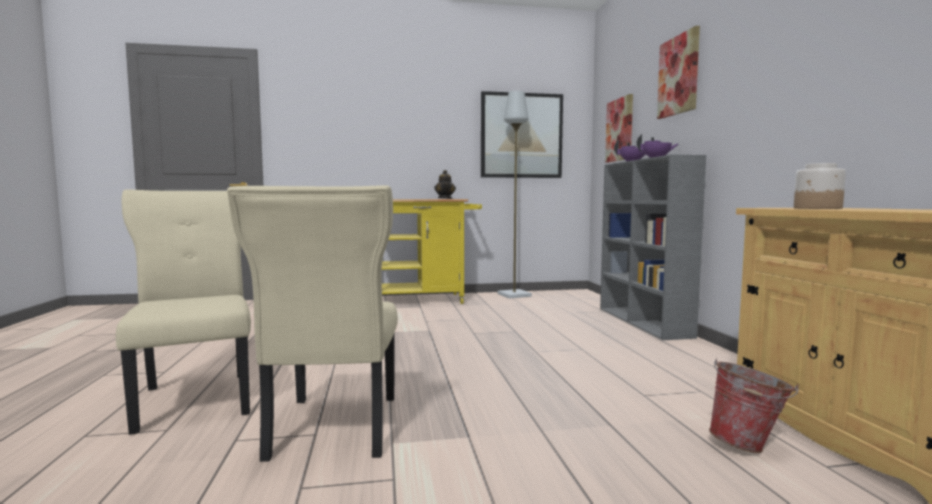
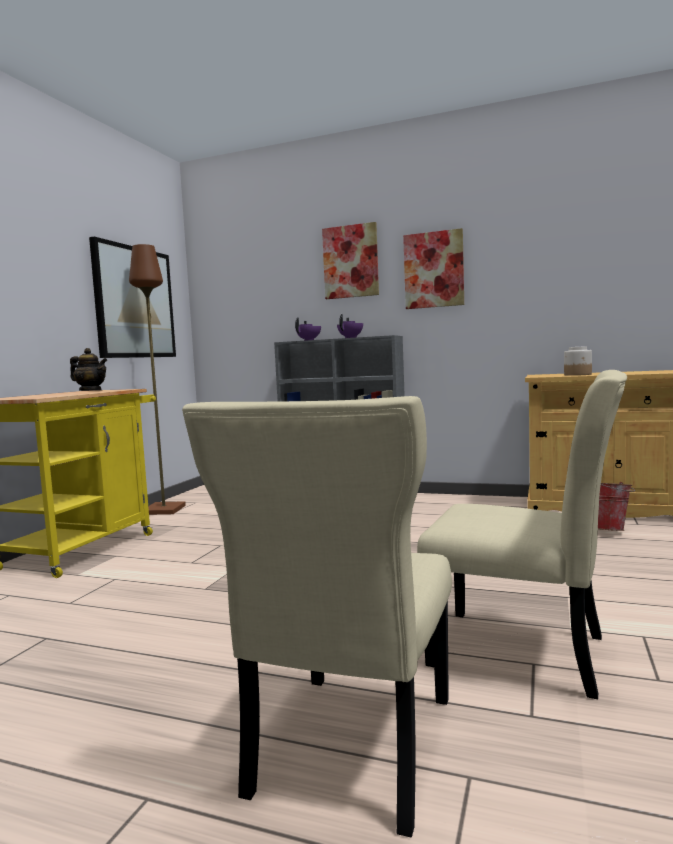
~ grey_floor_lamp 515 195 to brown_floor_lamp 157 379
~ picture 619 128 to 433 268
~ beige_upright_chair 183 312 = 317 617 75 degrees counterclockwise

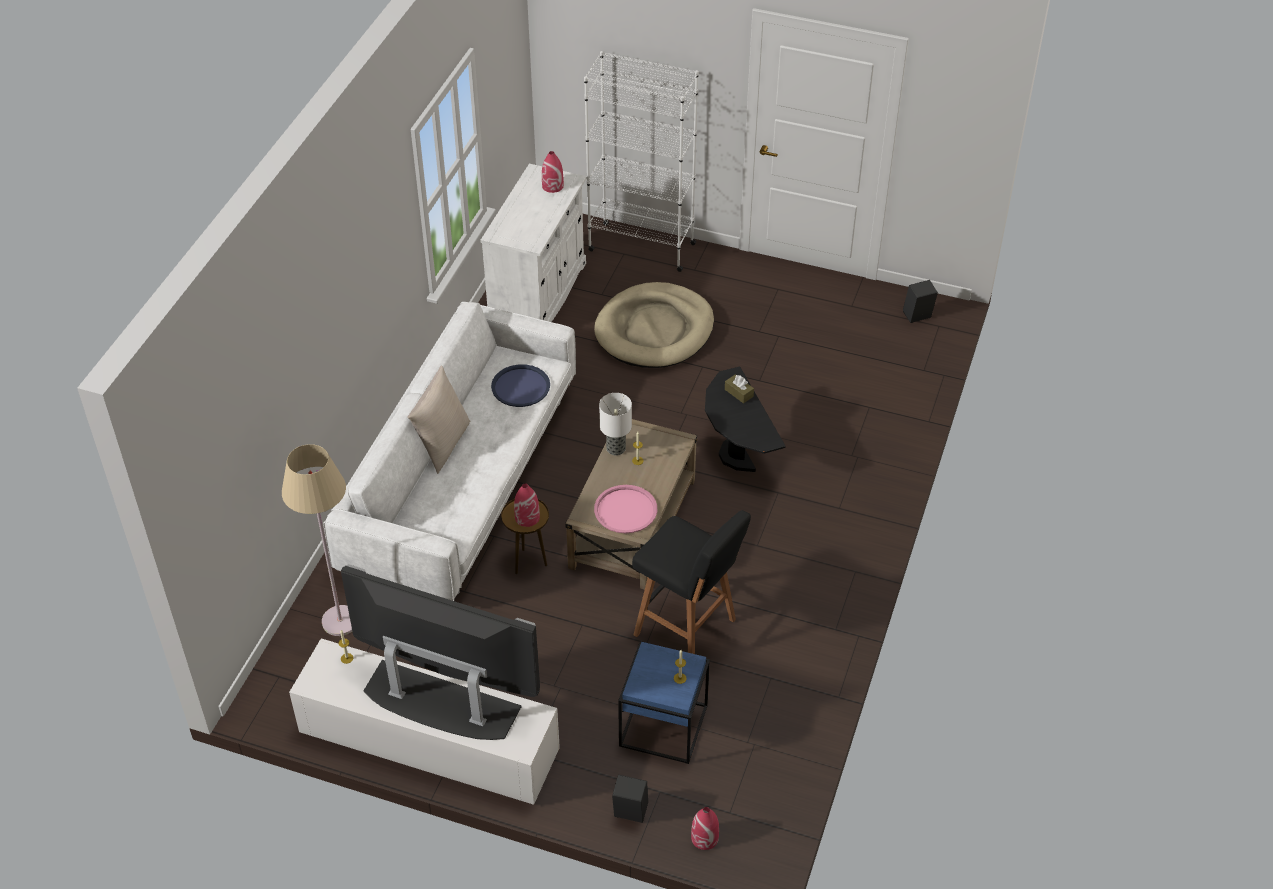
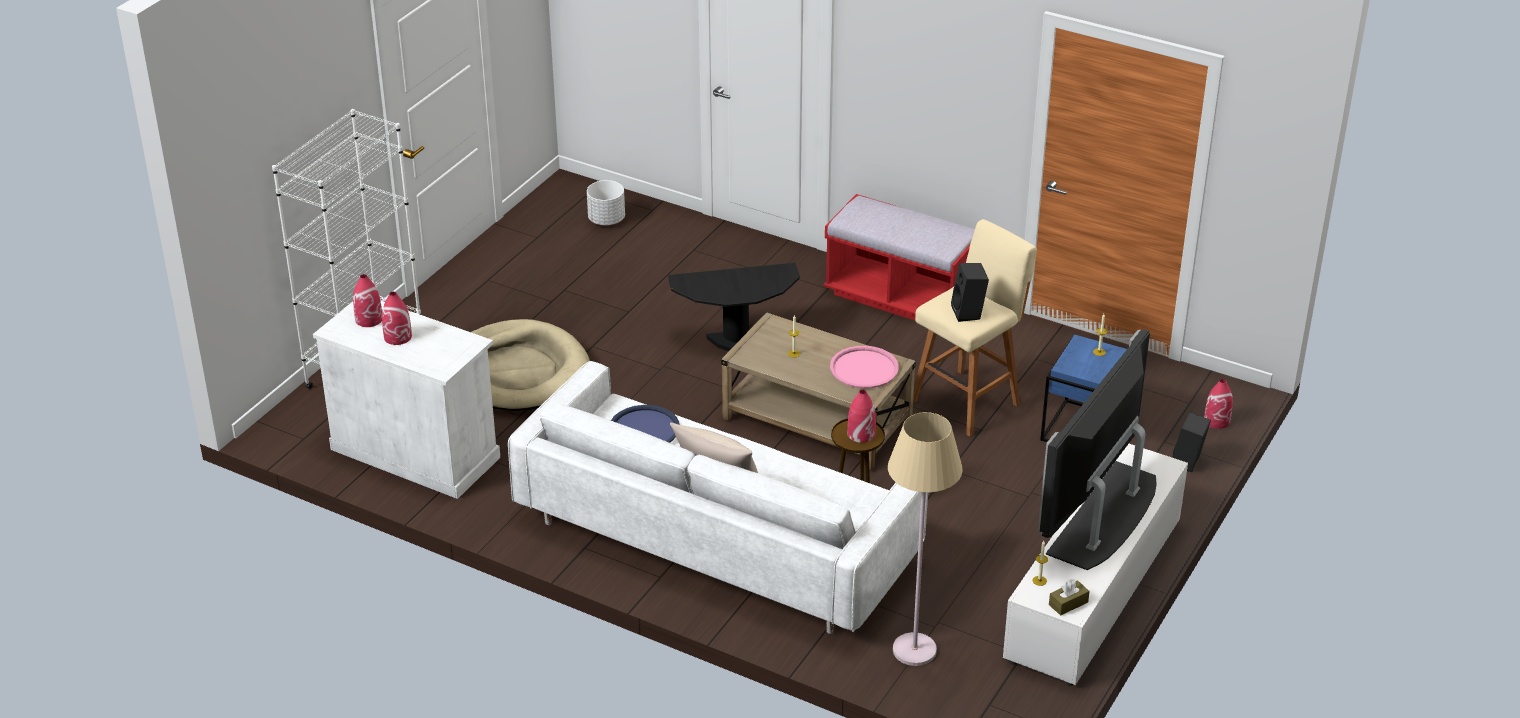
~ blackish_speaker 920 301 to 970 292
~ brown_tissue_box 739 389 to 1069 597
- table_lamp 615 424
~ blackish_stool_seat 691 582 to beige_stool_seat 975 328
+ white-coloured_plant_pot 606 202
+ reddish_bench 899 257
+ reddish_vase 397 318

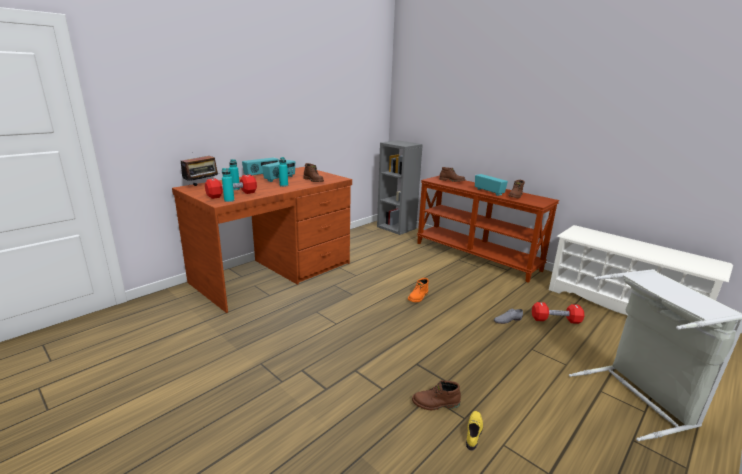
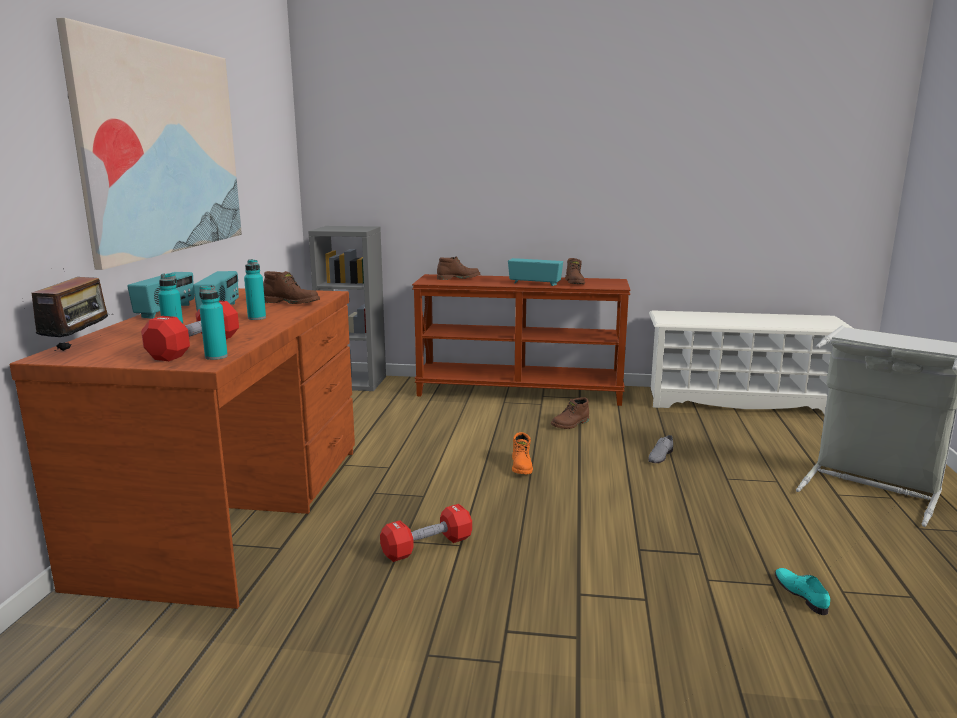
~ reddish_free_weight 558 313 to 426 533
~ brown_high-top_boot 436 395 to 570 413
~ yellow_shoe 474 431 to turquoise_shoe 802 591
+ picture 149 144

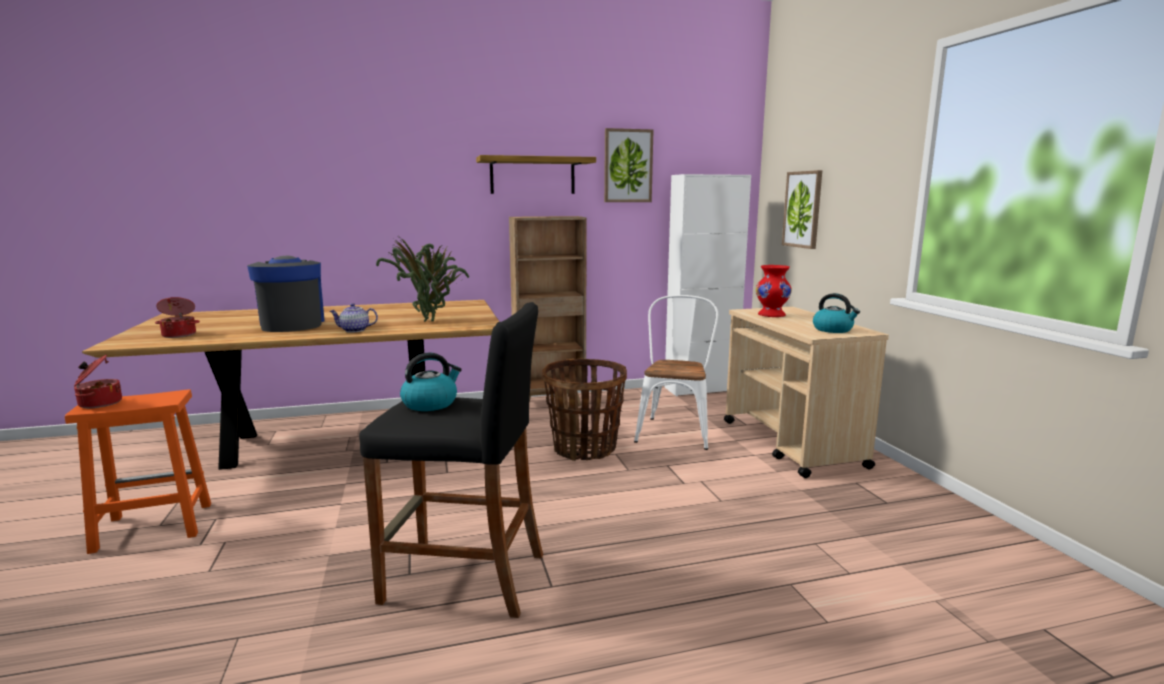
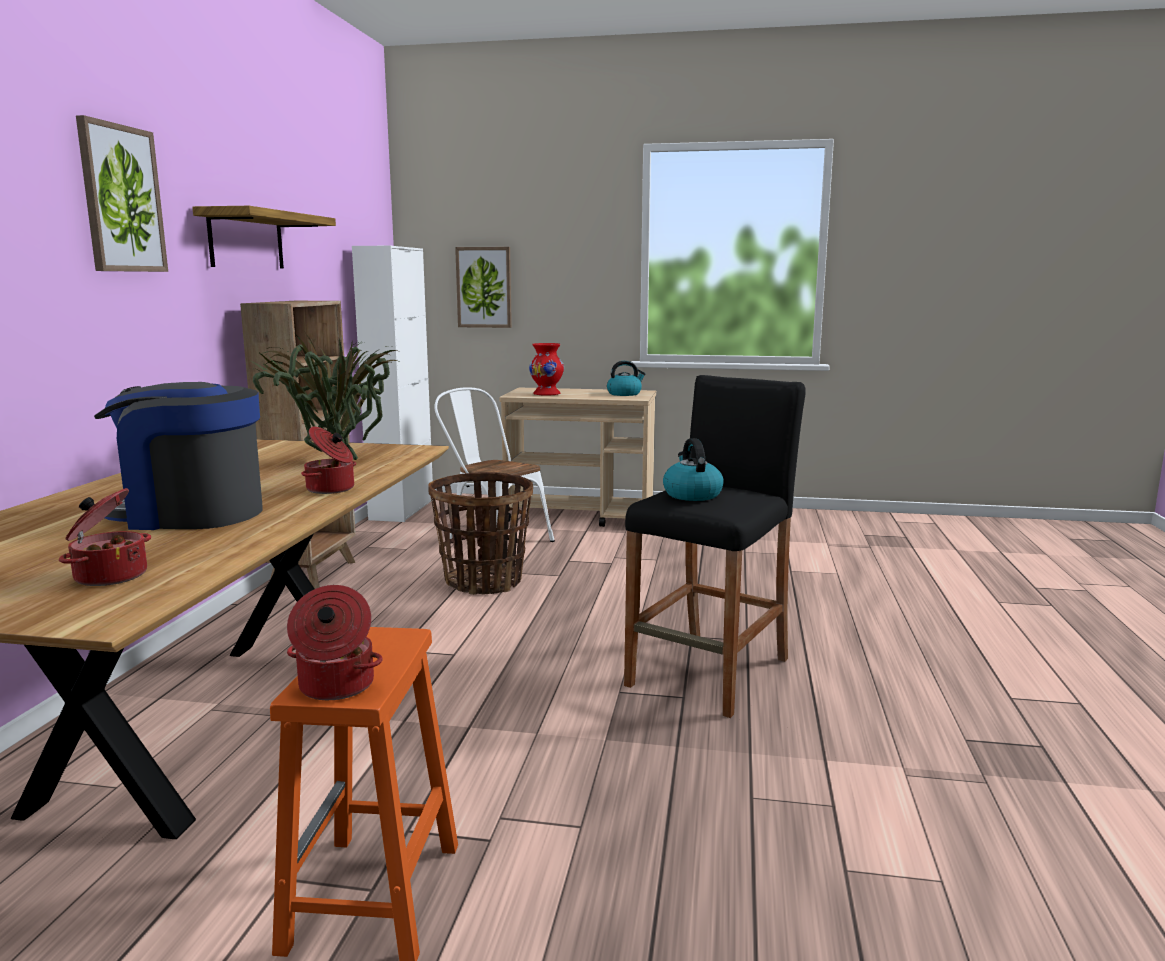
~ picture 628 165 to 122 193
~ pot_for_tea 354 318 to stockpot 328 460

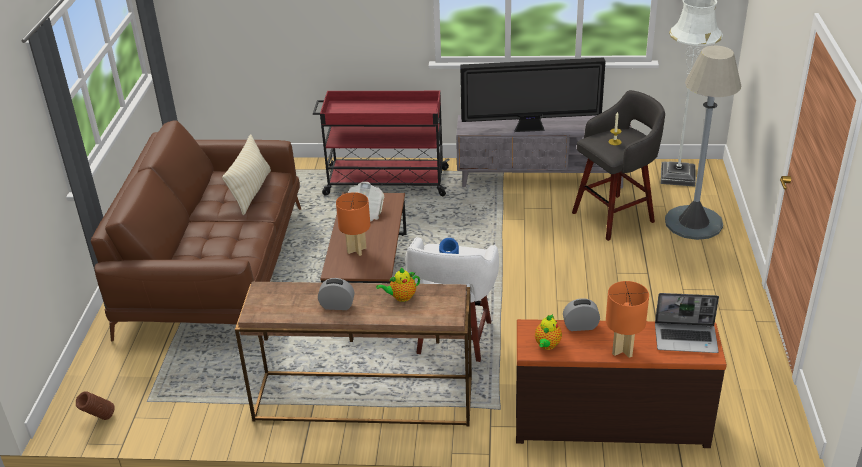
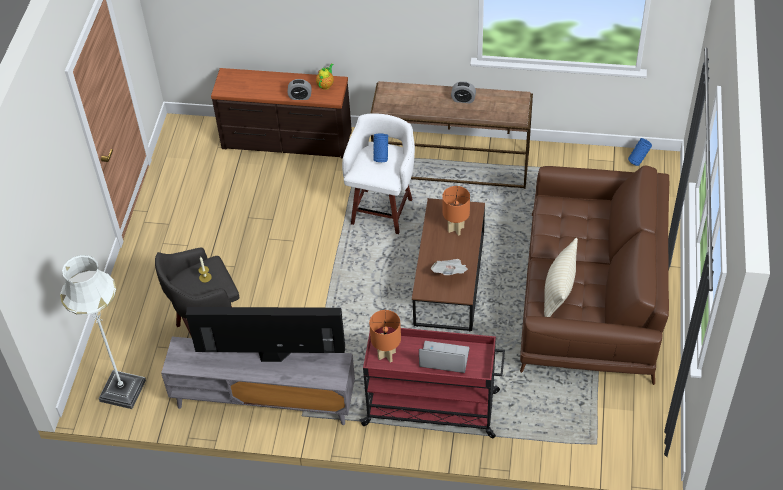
- grey_floor_lamp 703 143
- pot_for_tea 398 285
~ orange_table_lamp 627 319 to 385 336
~ laptop 687 323 to 444 357
~ brown_vase 95 405 to blue-coloured_vase 640 152

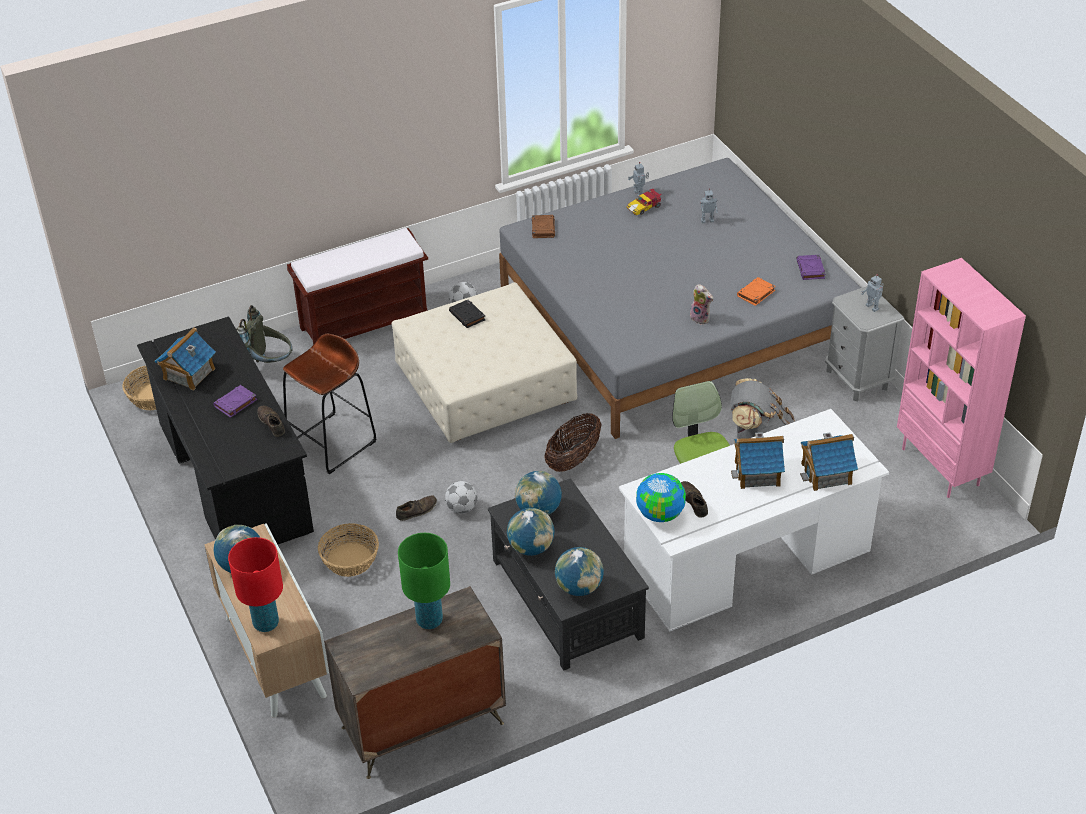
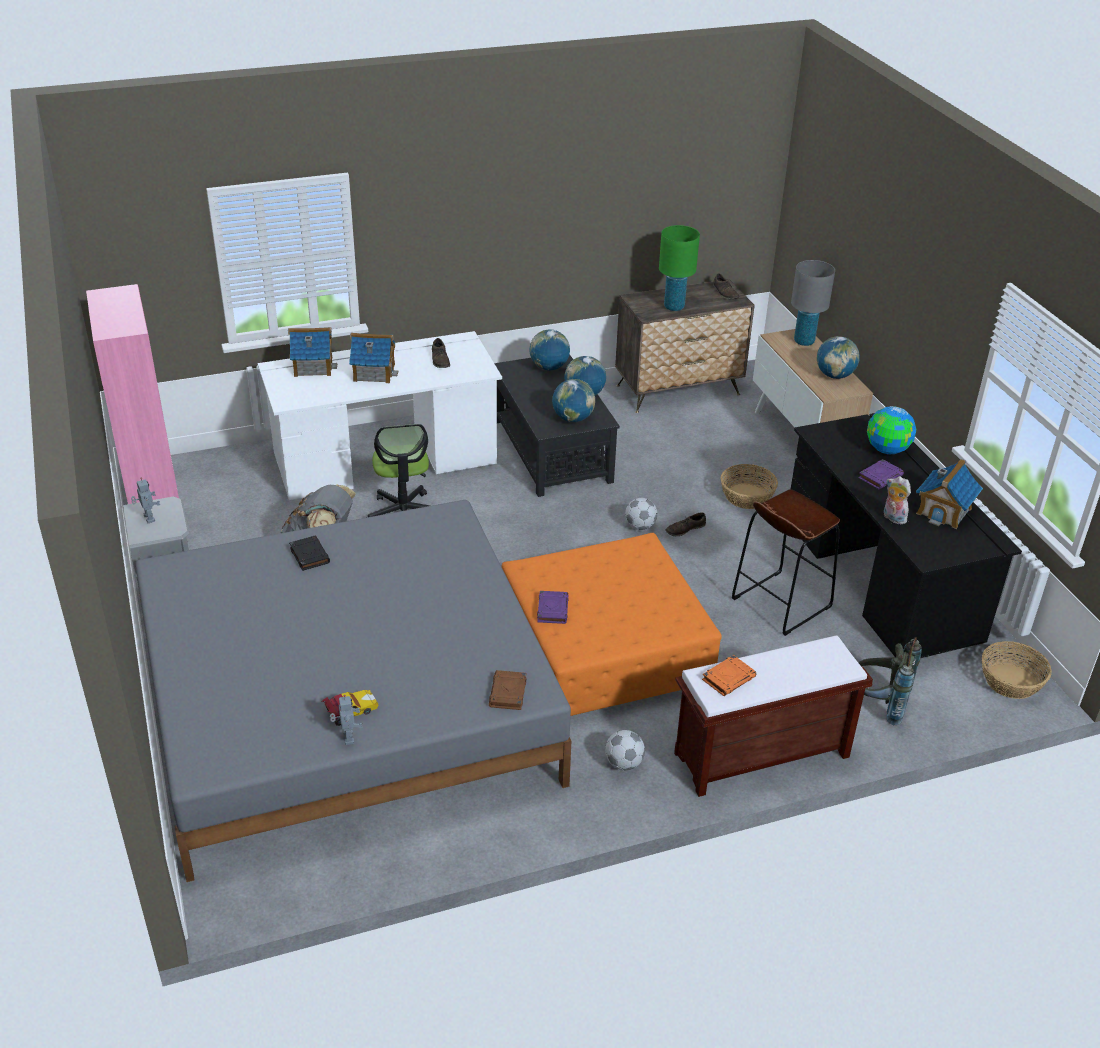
- robot_figure 709 206
~ purple_bound_book 810 267 to 553 607
~ orange_bound_book 756 291 to 729 675
~ beige_pouffe 484 362 to orange_pouffe 612 624
~ soft_toy 701 304 to 897 500
~ blackish_bound_book 467 313 to 309 553
~ brown_shoe 271 421 to 726 286
- storage_basket 572 442
~ desk_globe 661 497 to 891 430
~ reddish_table_lamp 255 584 to grey_table_lamp 813 303

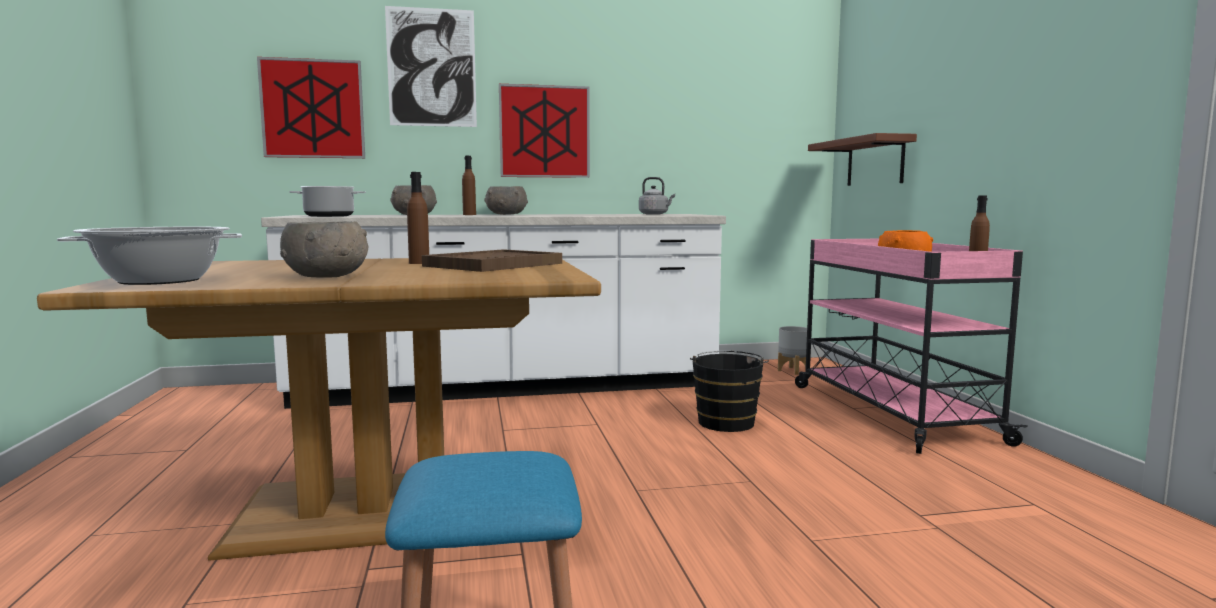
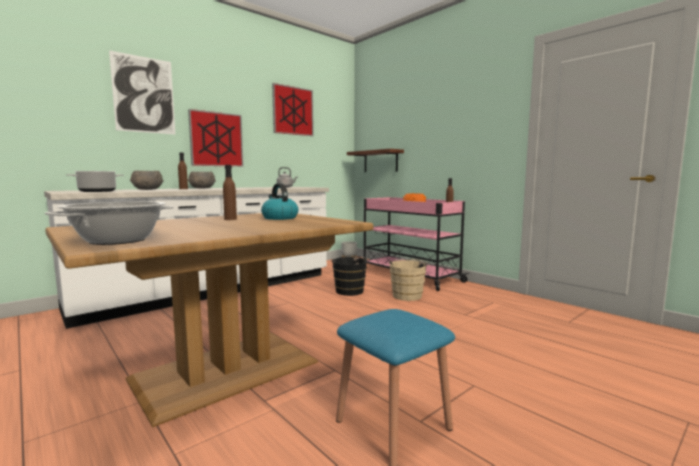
~ picture 311 107 to 293 109
- grey_bowl 324 249
~ brown_carrying_tray 492 260 to tea_kettle 279 201
+ beige_pail 409 280

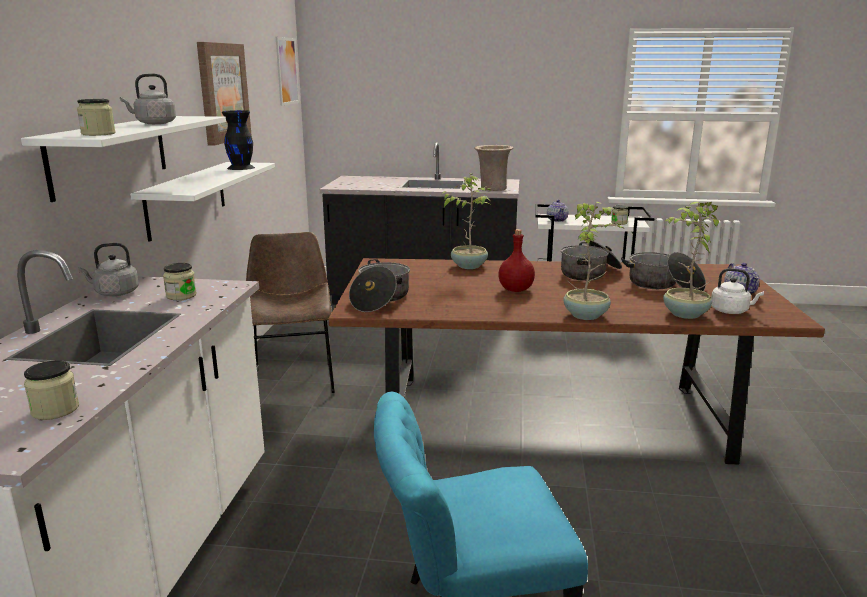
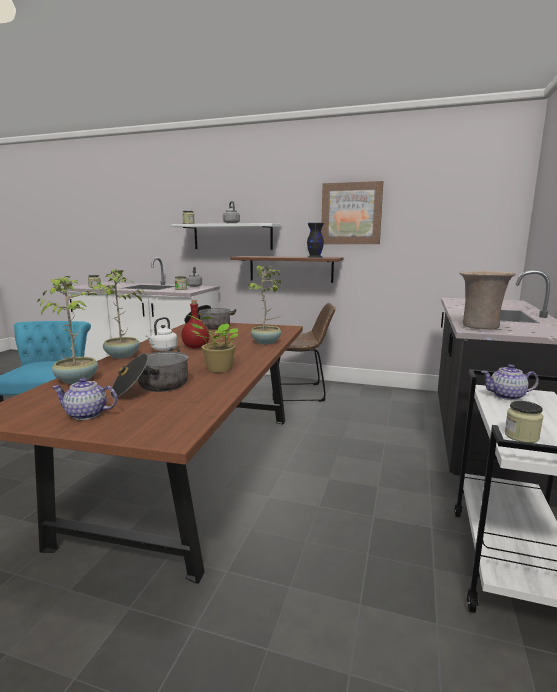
- picture 287 71
~ white-coloured_wall_shelf 202 202 to brown_wall_shelf 287 269
~ stockpot 591 260 to houseplant 213 344
~ white-coloured_tea_kettle 737 291 to 161 334

